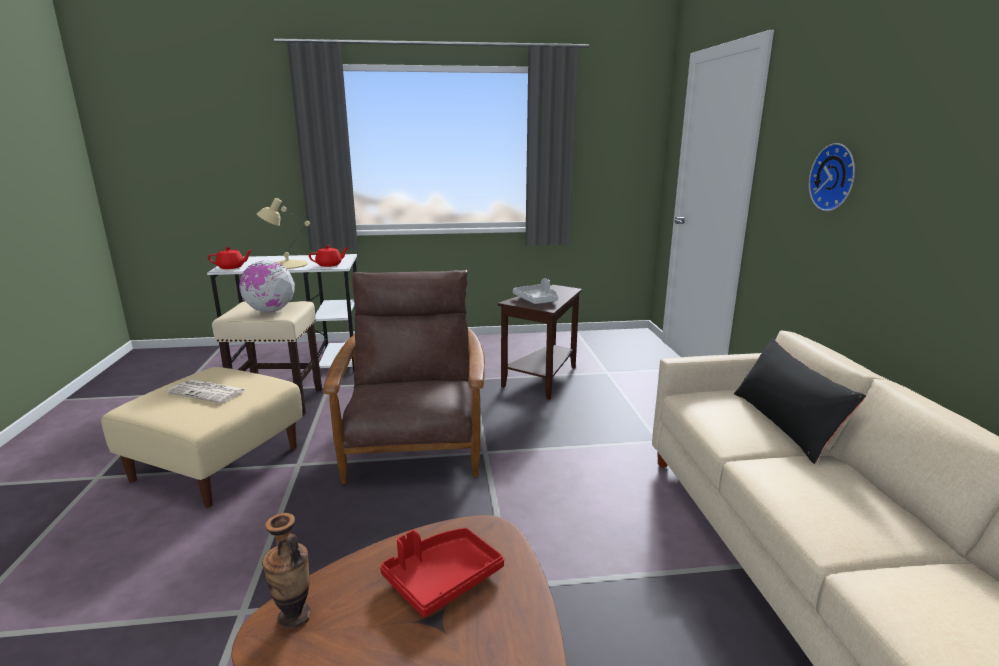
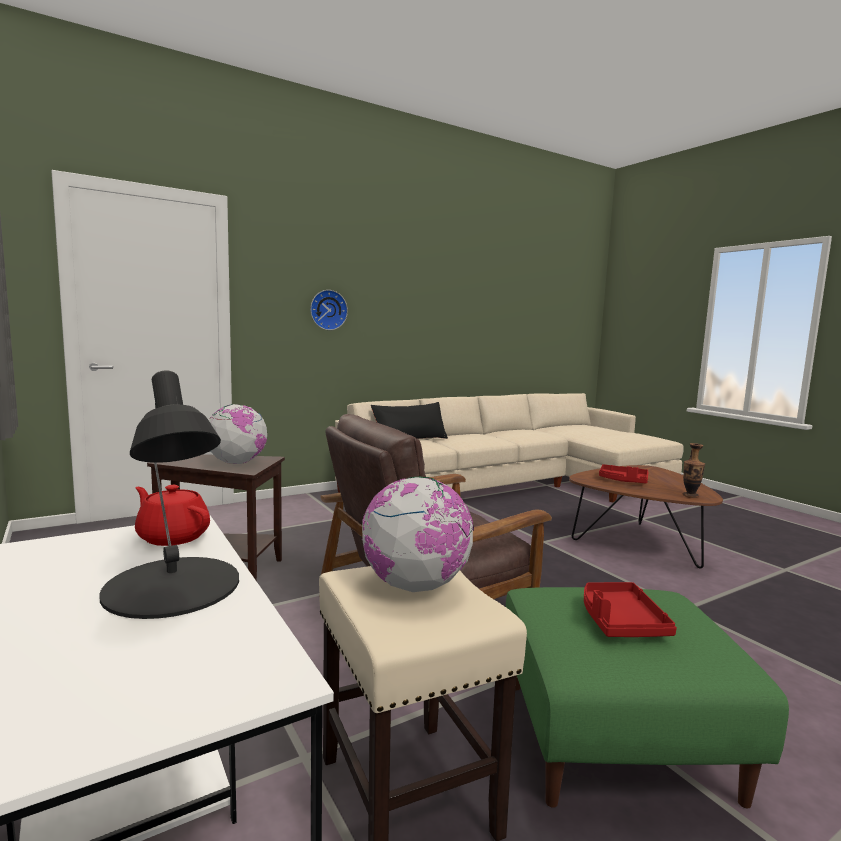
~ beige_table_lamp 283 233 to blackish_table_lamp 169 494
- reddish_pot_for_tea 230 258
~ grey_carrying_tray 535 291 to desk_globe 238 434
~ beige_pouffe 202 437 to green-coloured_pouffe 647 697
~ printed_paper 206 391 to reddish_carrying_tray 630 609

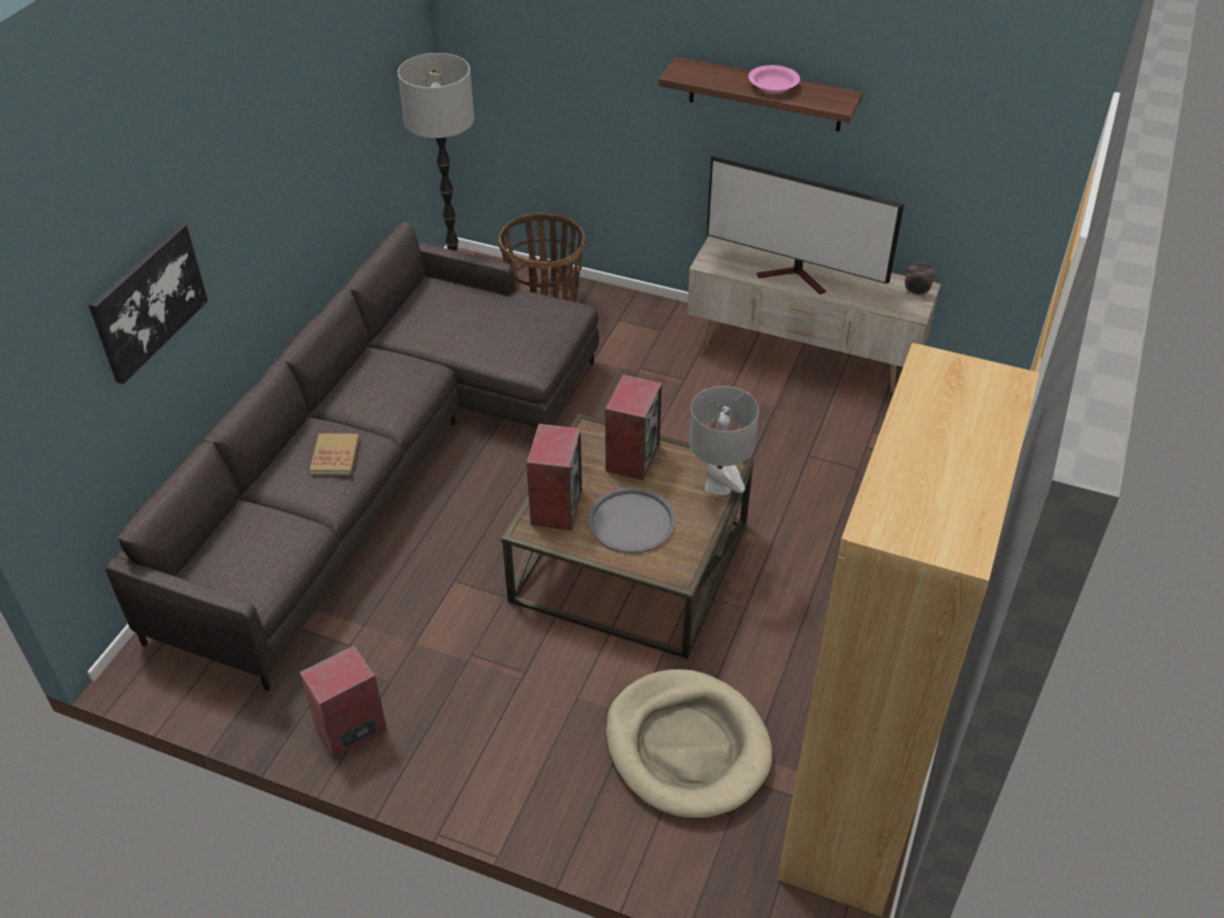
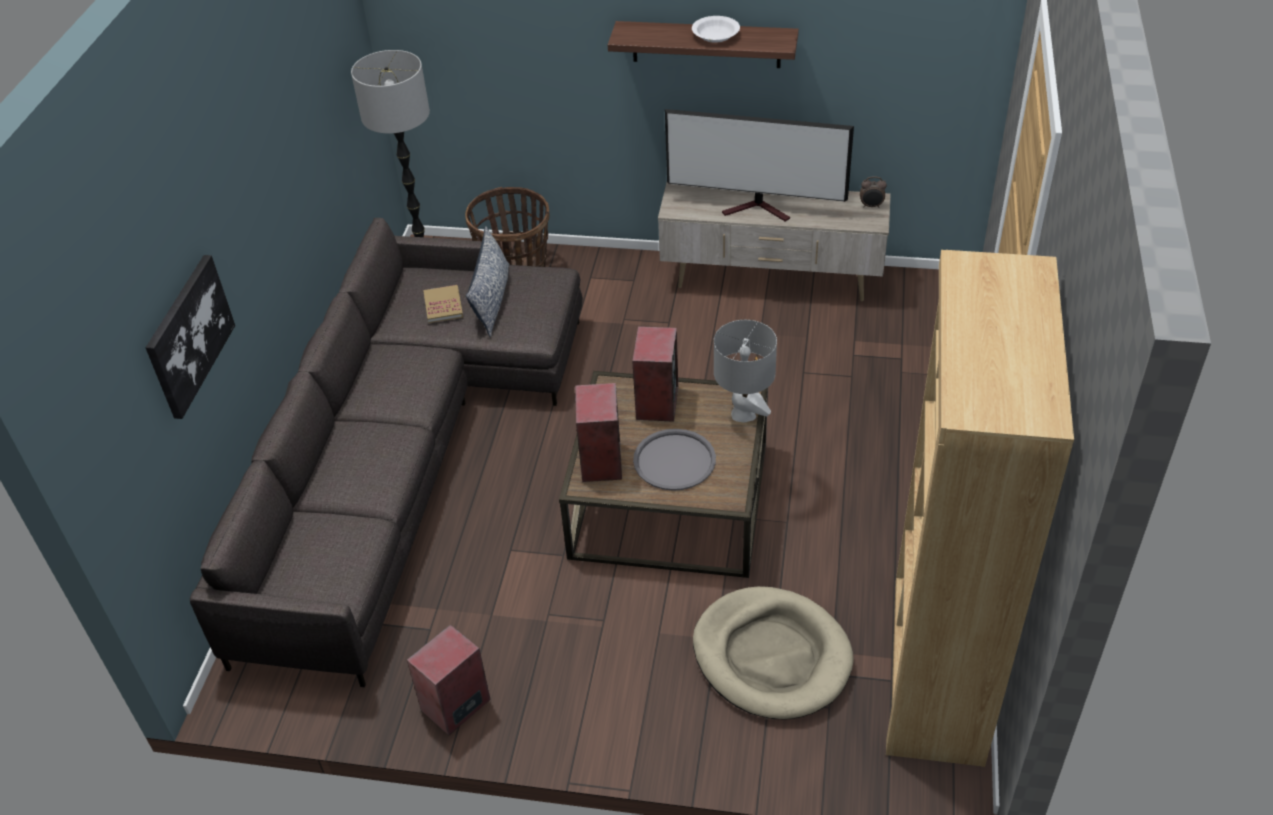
~ pink_bowl 774 79 to white-coloured_bowl 716 29
~ bound_book 334 454 to 443 304
+ cushion 487 281

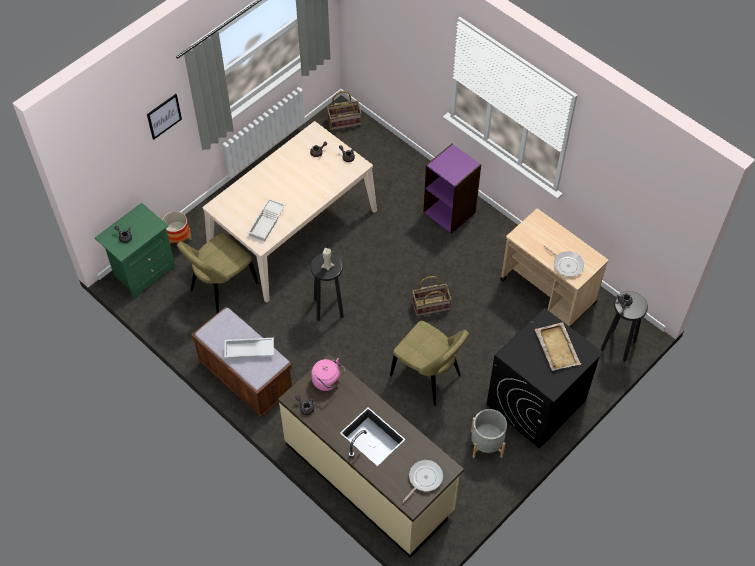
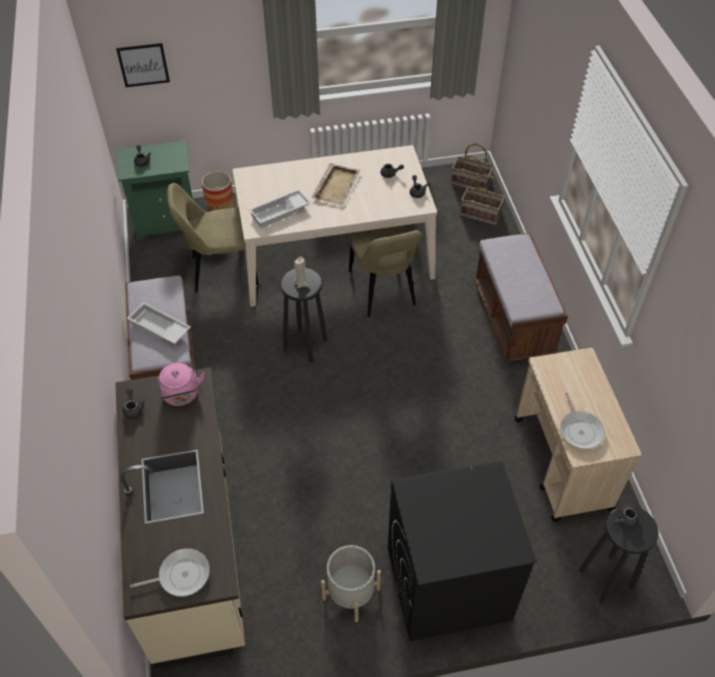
~ picture 164 117 to 143 65
~ purple_bookshelf 452 189 to brown_bench 521 297
~ storage_basket 431 296 to 482 200
~ beige_upright_chair 429 363 to 385 271
~ beige_carrying_tray 558 346 to 336 185

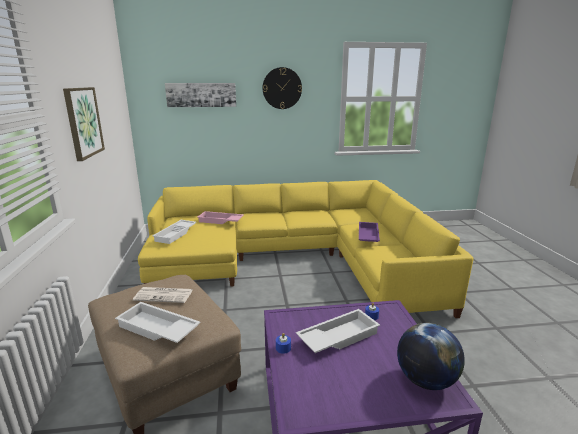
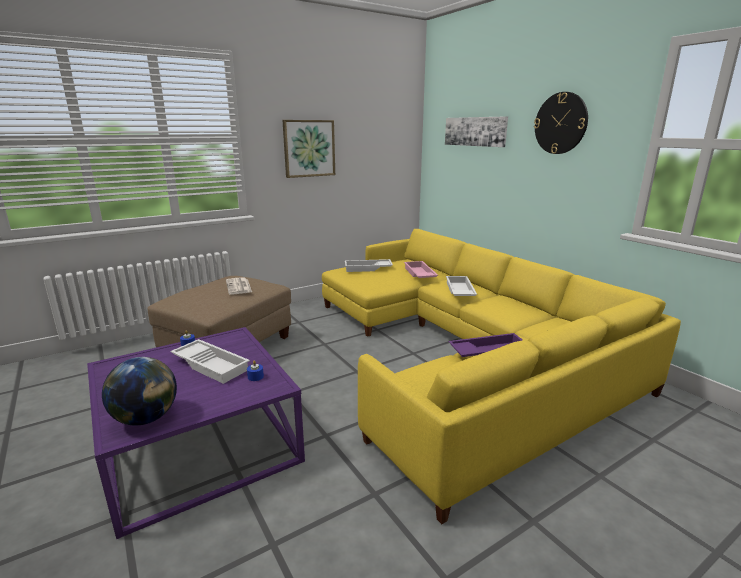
~ white-coloured_carrying_tray 158 322 to 461 286

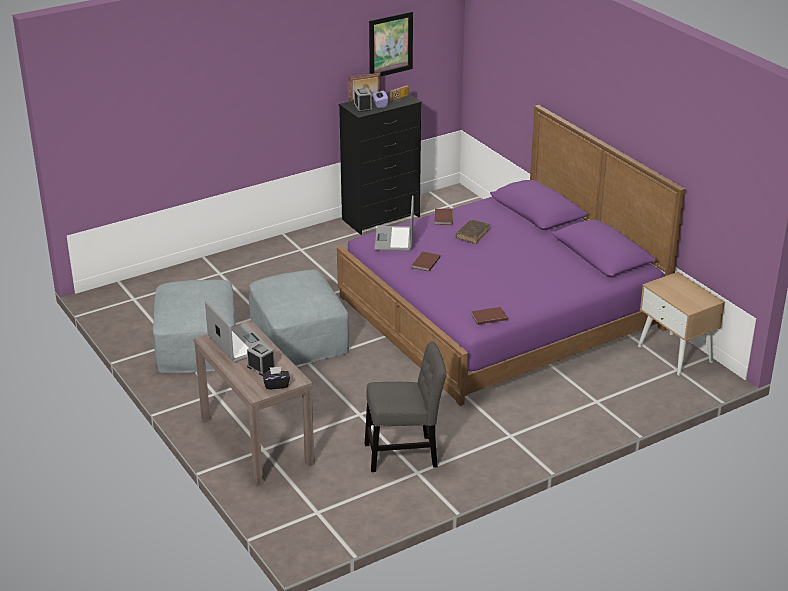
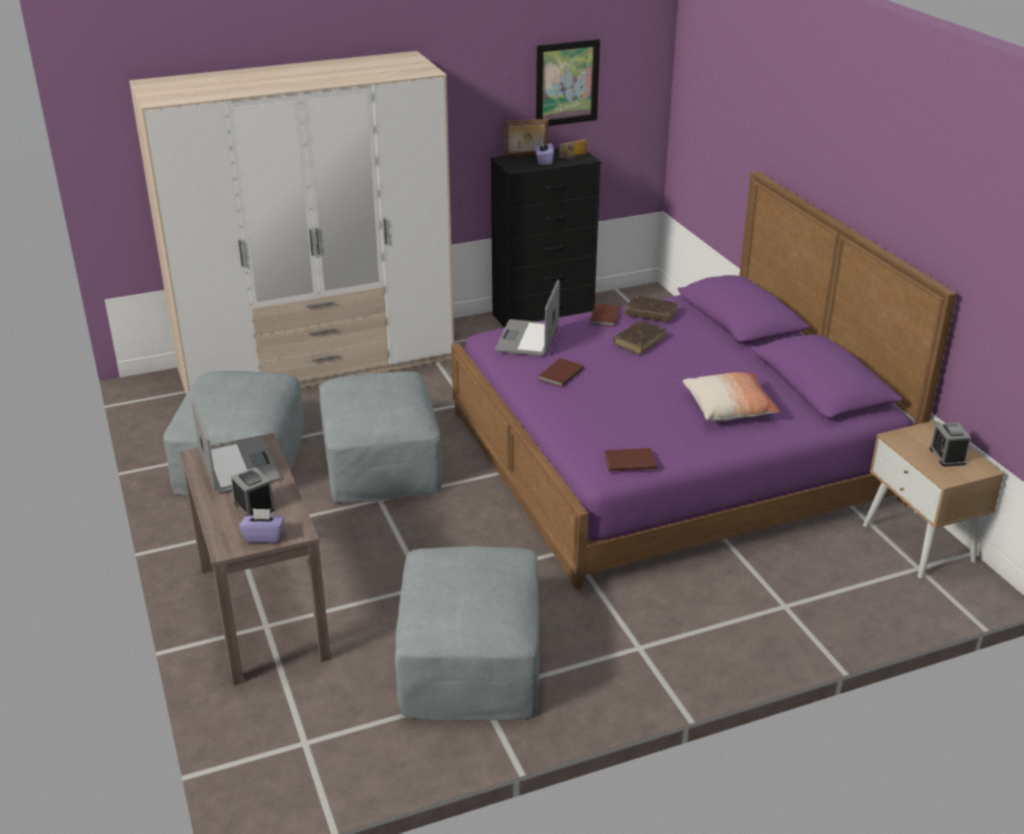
~ alarm_clock 363 100 to 950 444
~ grey_upright_chair 406 406 to grey_pouffe 467 633
~ blackish_tissue_box 276 378 to purple_tissue_box 261 525
+ armoire 291 222
+ brown_bound_book 651 308
+ cushion 732 396

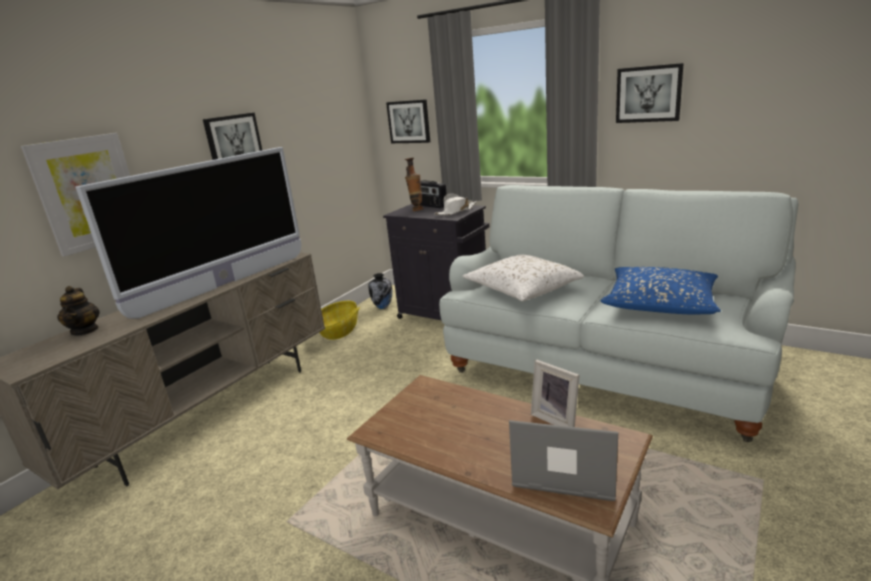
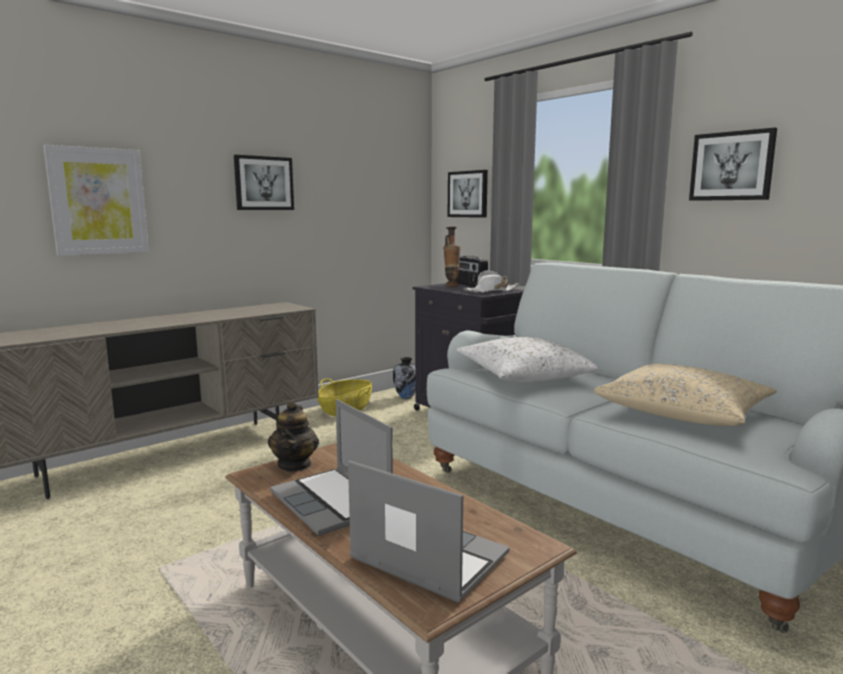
- television 188 233
~ blue-coloured_cushion 661 290 to beige_cushion 685 395
~ pot_for_tea 78 311 to 293 436
- standing_frame 555 393
+ laptop 331 467

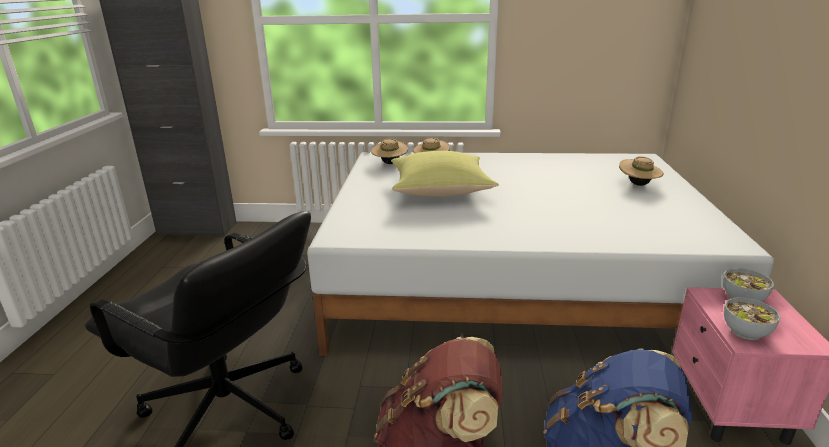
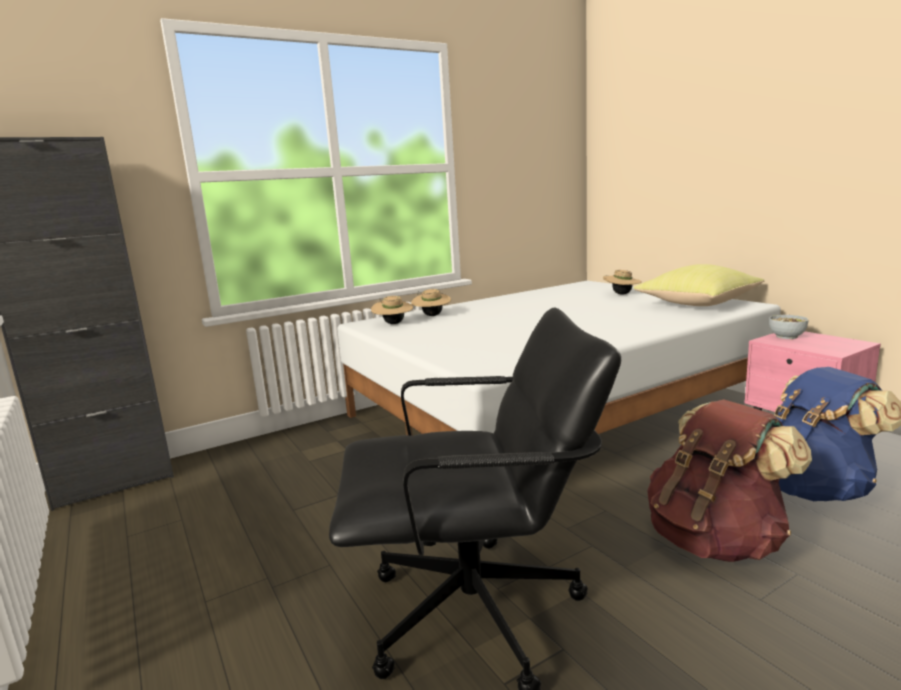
~ yellow_cushion 445 174 to 699 285
- bowl 752 318

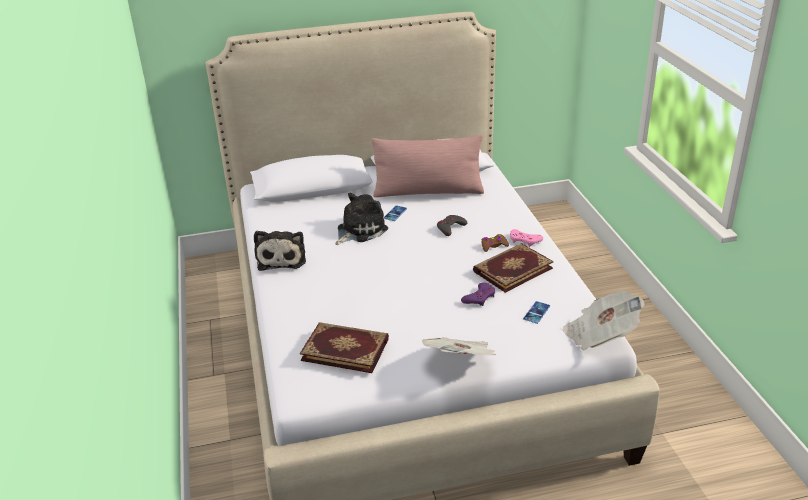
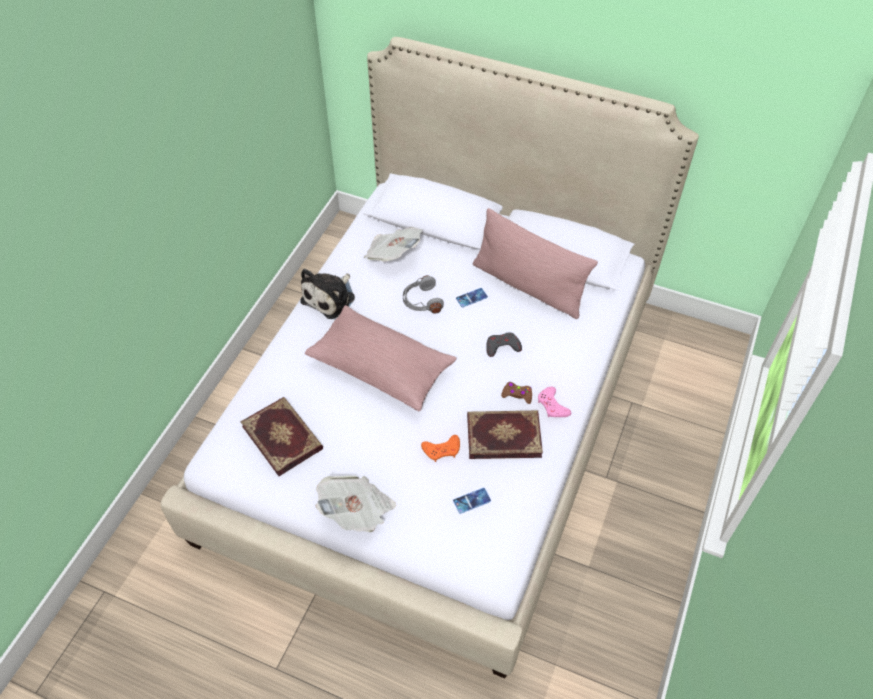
~ soft_toy 361 219 to grey_headphones 423 294
~ purple_gamepad 478 294 to orange_gamepad 440 448
~ printed_paper 604 321 to 392 244
+ pink_cushion 381 358

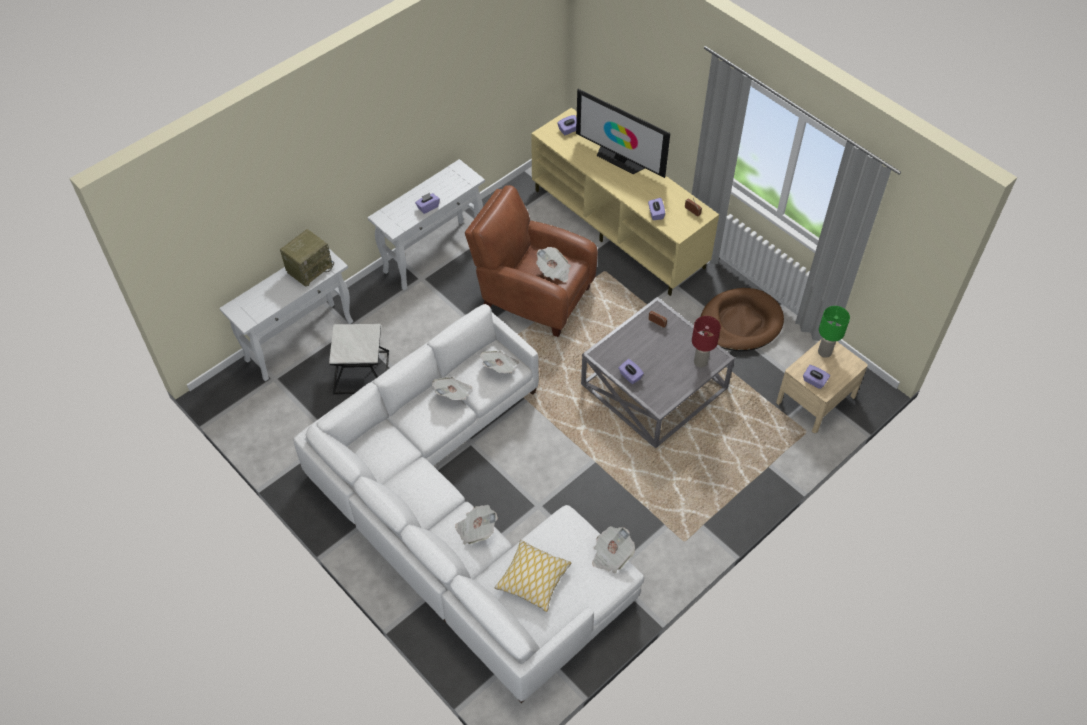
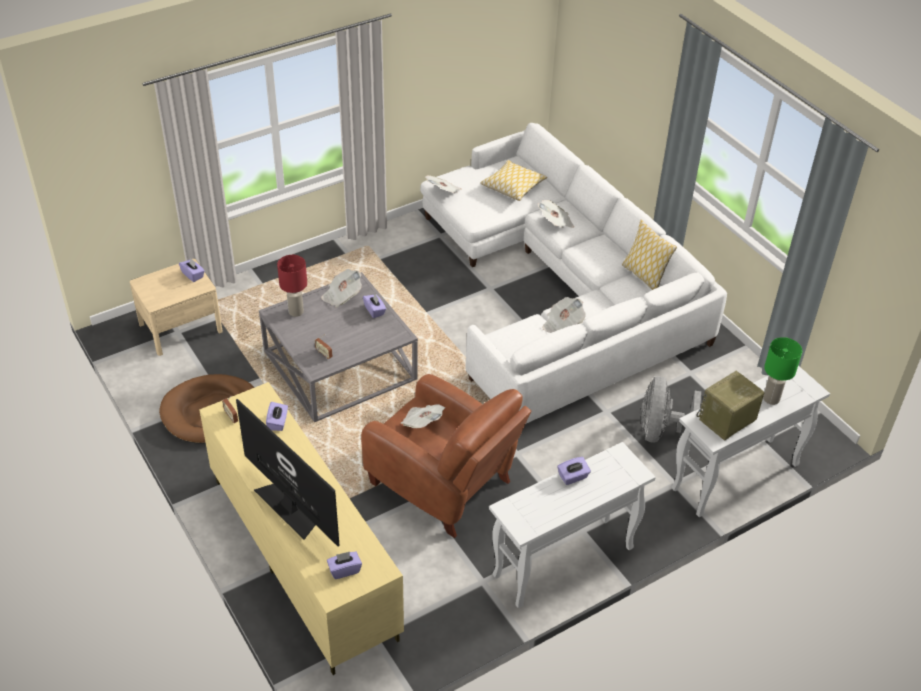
~ green-coloured_table_lamp 834 332 to 782 371
~ accent_table 359 359 to grey_fan 671 409
~ printed_paper 499 362 to 341 288
+ cushion 649 255

